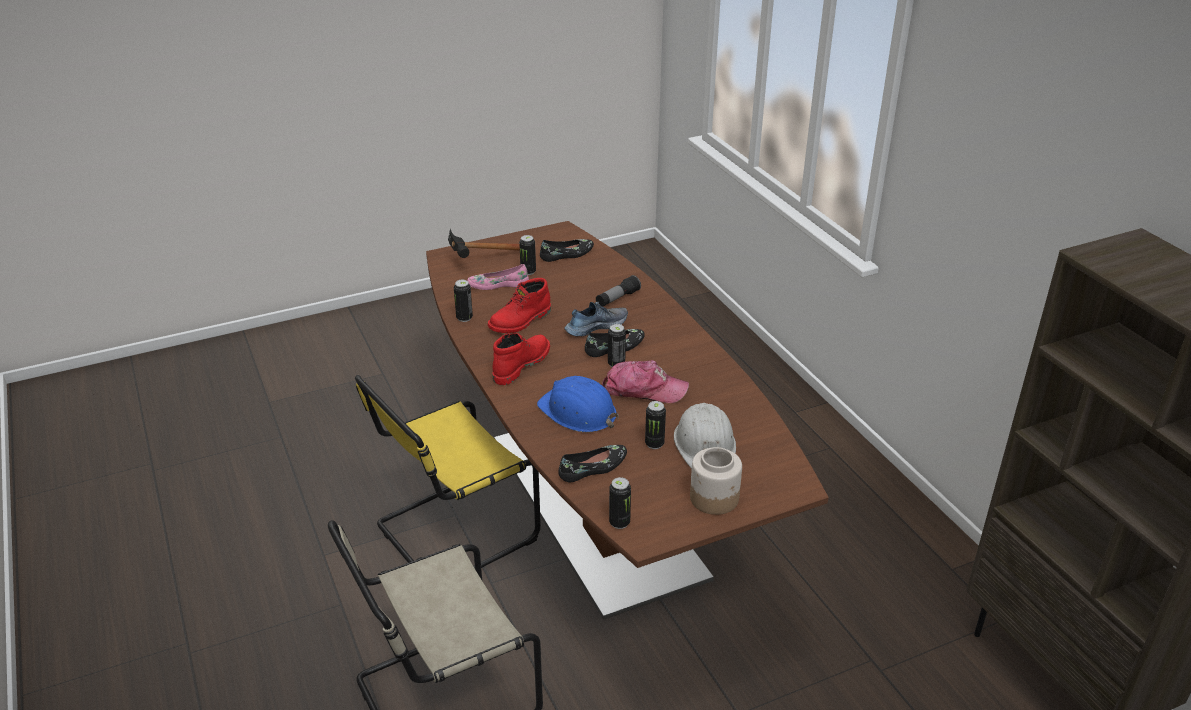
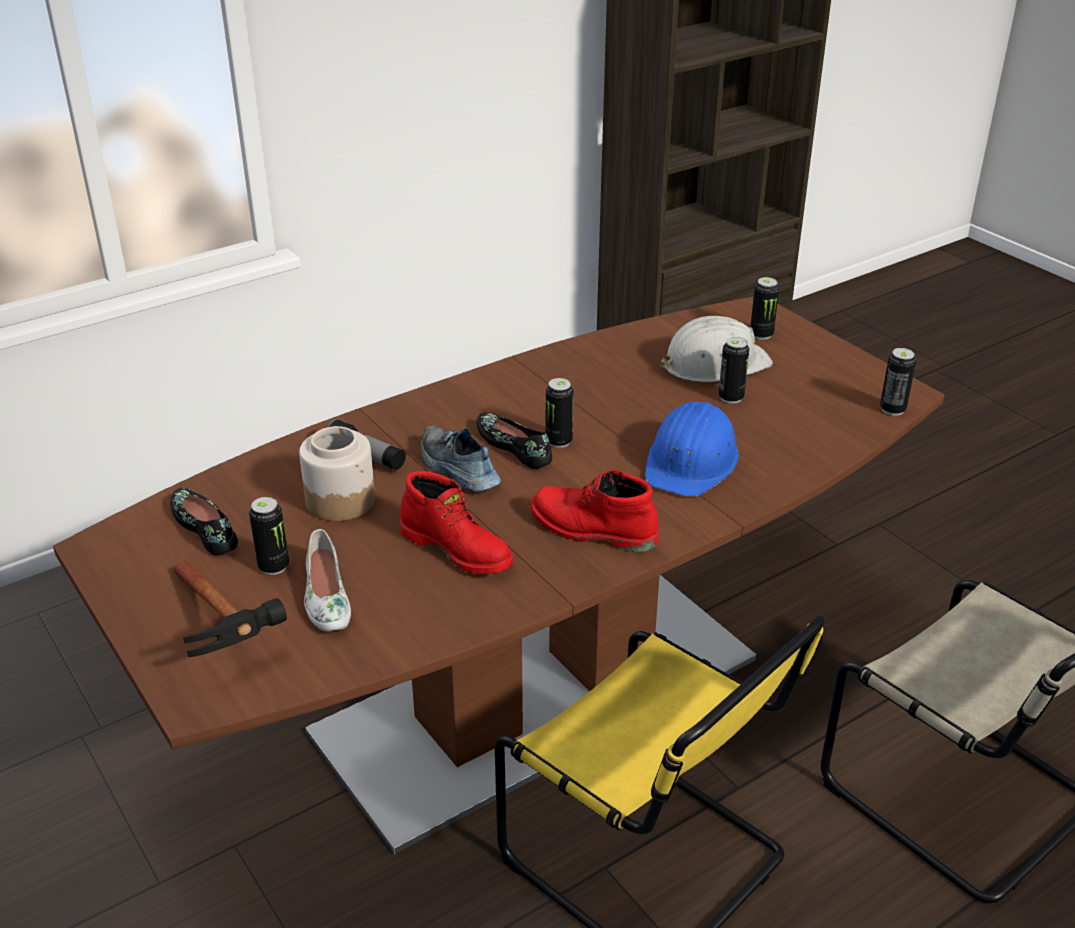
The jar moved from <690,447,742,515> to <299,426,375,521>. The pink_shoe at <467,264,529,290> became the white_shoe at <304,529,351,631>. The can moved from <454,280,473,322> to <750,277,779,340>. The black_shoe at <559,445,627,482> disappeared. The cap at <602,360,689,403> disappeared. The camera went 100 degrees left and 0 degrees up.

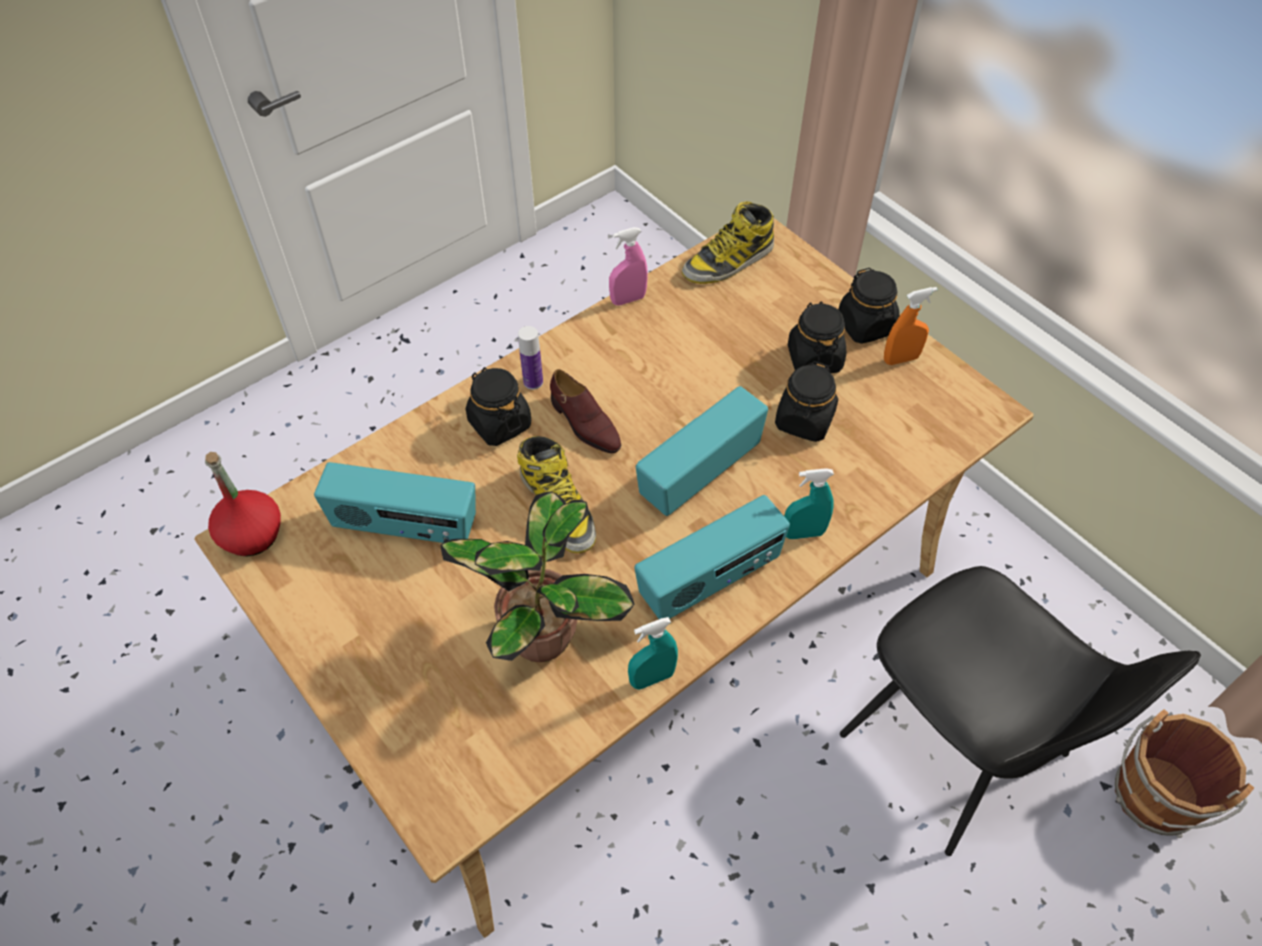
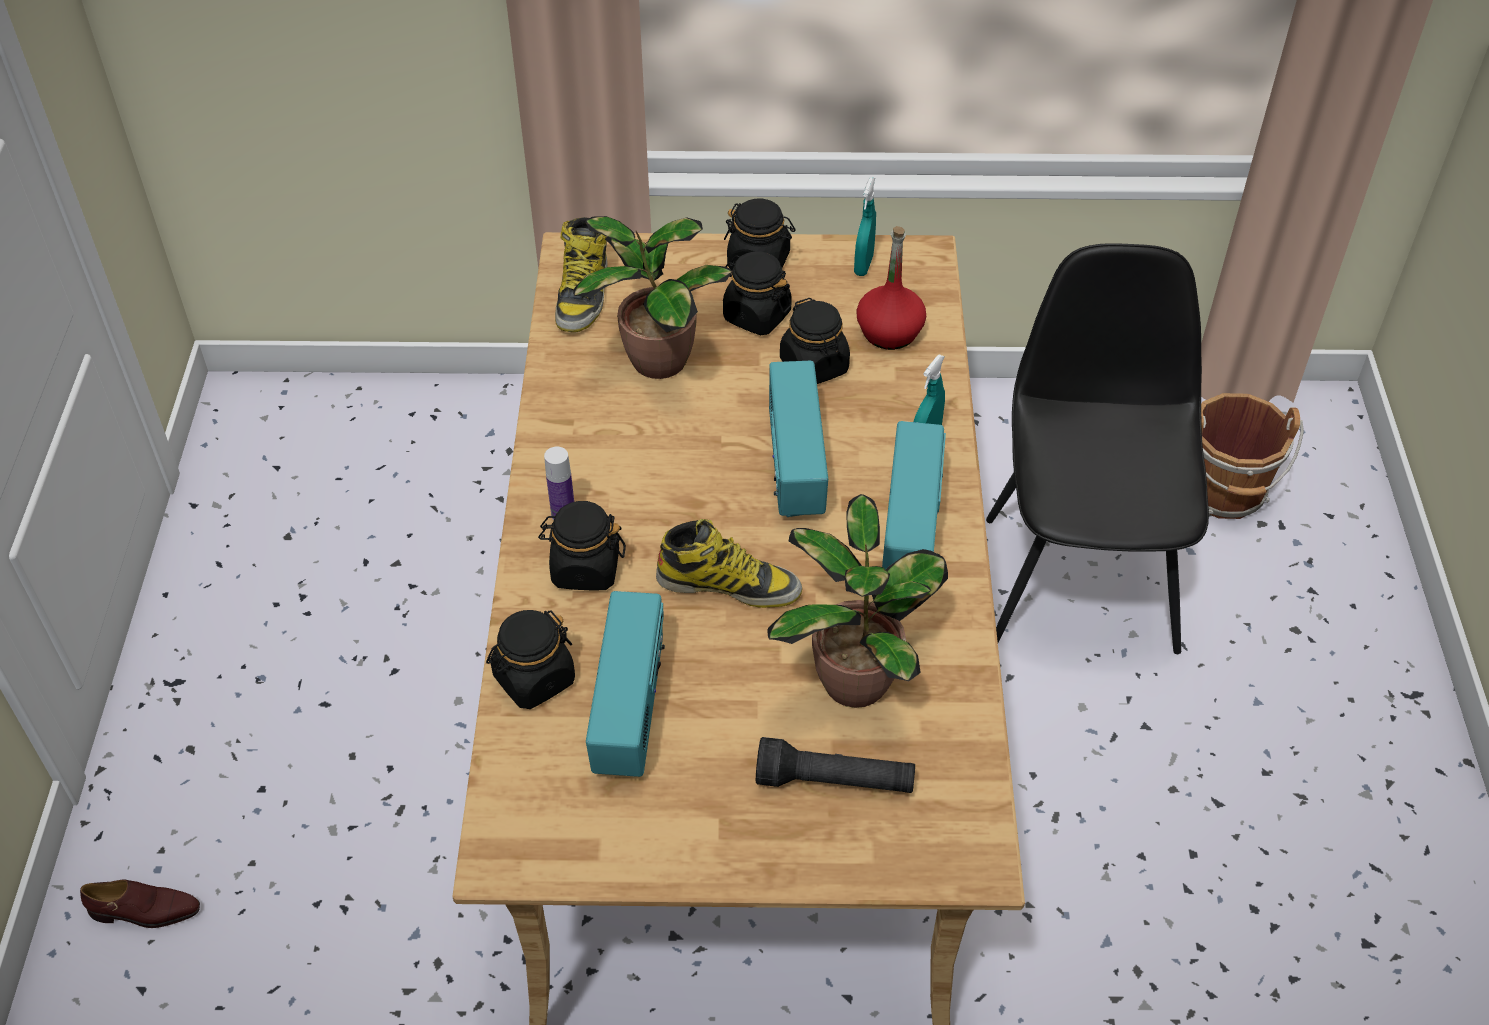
The brown_shoe moved from <550,369,621,453> to <80,880,200,928>. The black_jar at <486,610,575,709> appeared. The potted_plant at <573,216,733,379> appeared. The radio at <314,462,476,543> turned 45 degrees counterclockwise. The black_flashlight at <756,737,915,793> appeared. The turquoise_spray_bottle moved from <628,617,678,690> to <854,177,876,276>. The red_bottle moved from <205,452,281,556> to <856,226,926,350>. The black_chair at <840,566,1201,856> turned 90 degrees counterclockwise. The pink_spray_bottle at <609,227,648,306> disappeared. The orange_spray_bottle at <884,287,938,365> disappeared. The camera went 50 degrees left and 5 degrees down.

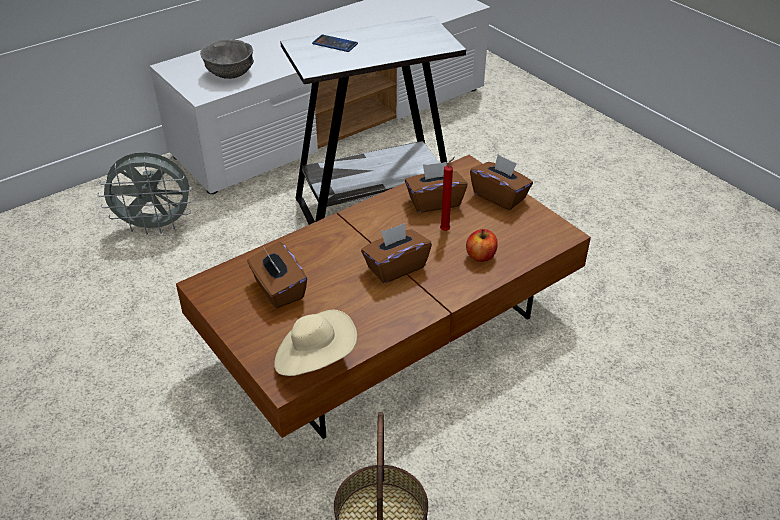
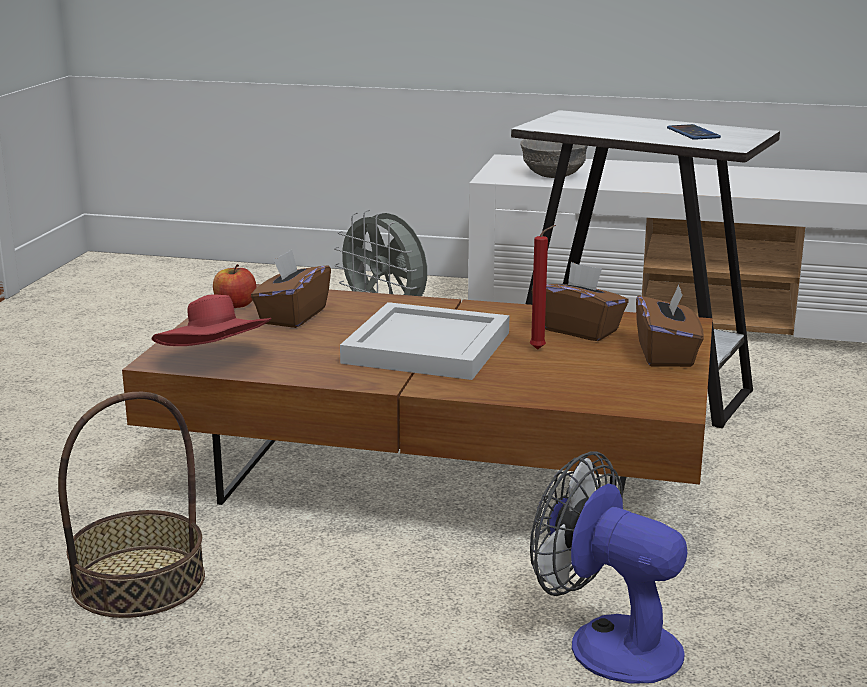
The beige_hat at <274,310,357,376> became the red_hat at <152,294,271,346>. The apple moved from <466,229,498,262> to <213,264,256,308>. The brown_tissue_box at <361,223,432,283> was replaced by the white_tray at <340,302,509,380>. The fan at <530,451,687,684> appeared. The phone moved from <312,34,358,52> to <667,124,721,140>. The camera went 50 degrees right and 20 degrees down.

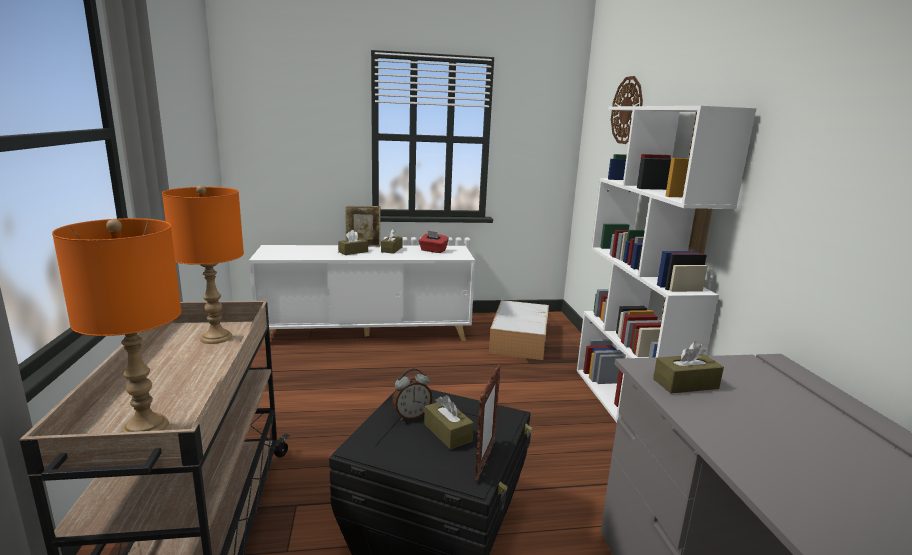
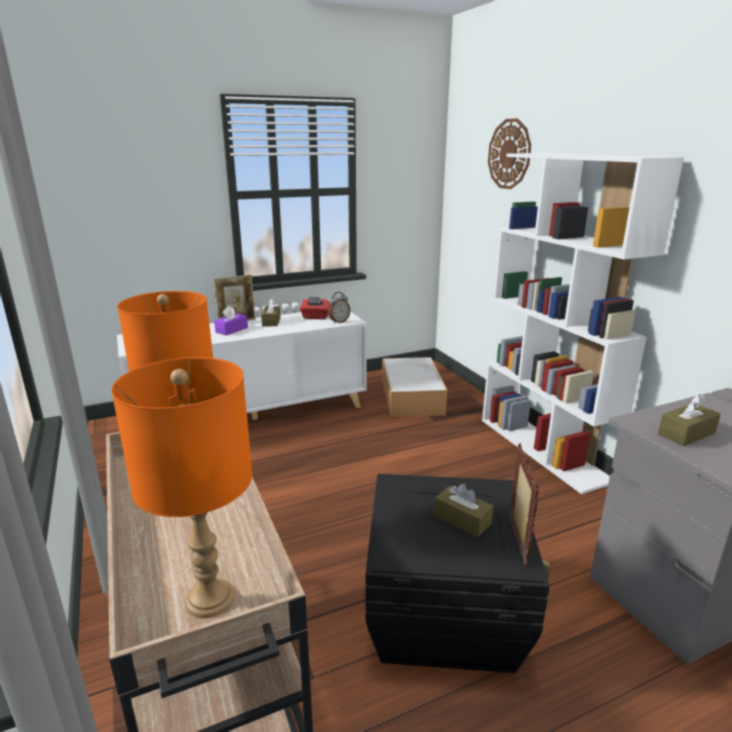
The brown_tissue_box at <338,230,368,255> became the purple_tissue_box at <214,306,248,335>. The alarm_clock moved from <392,368,433,420> to <328,292,350,324>. The camera went 15 degrees left and 5 degrees up.

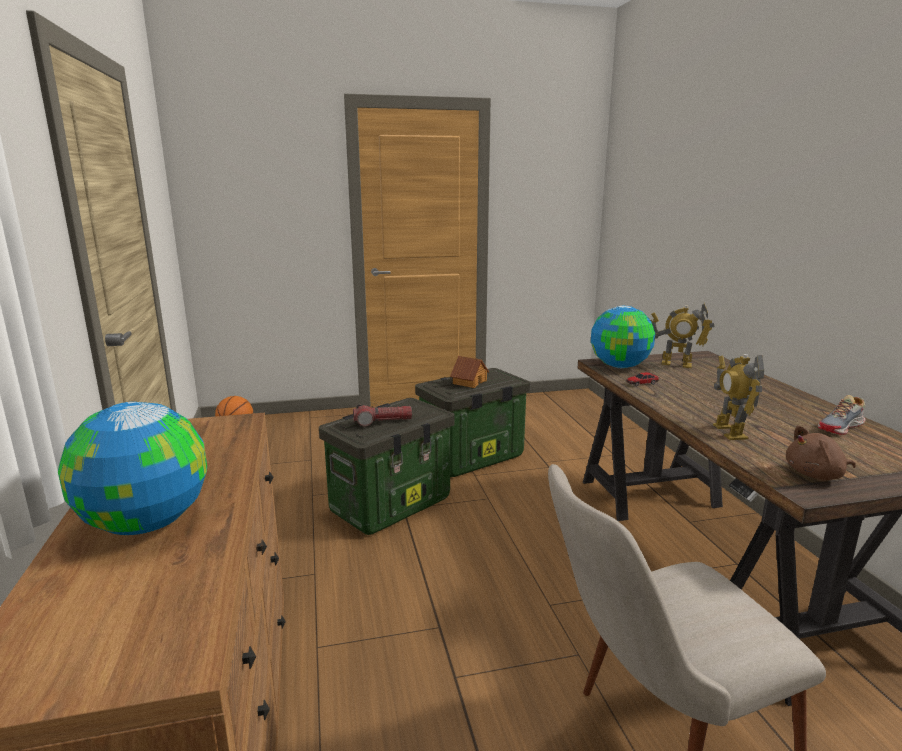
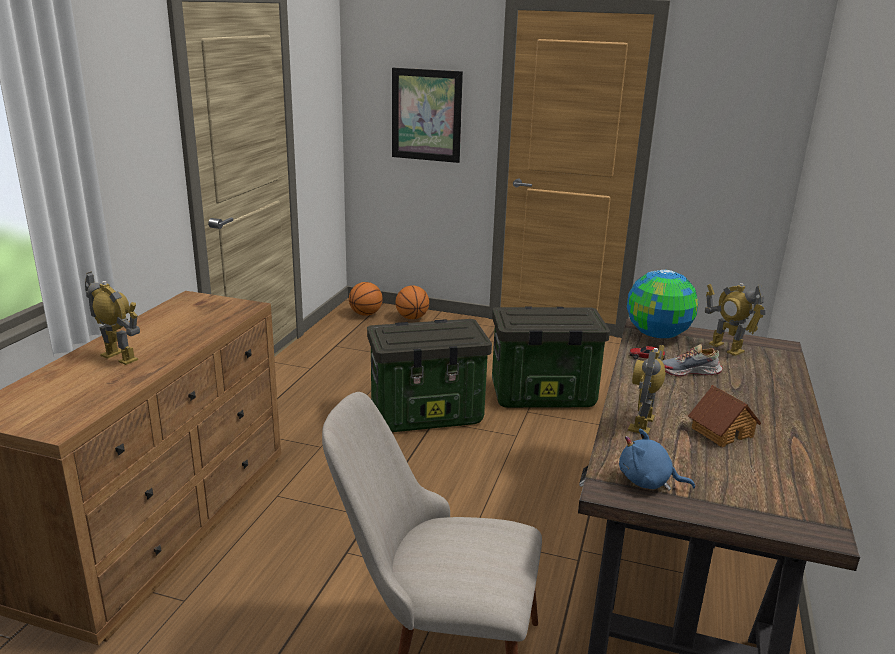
The globe at <58,402,207,535> was replaced by the toy_robot at <85,271,140,365>. The picture at <392,68,463,163> appeared. The basketball at <395,285,429,319> appeared. The brown_plush_toy at <786,426,856,480> became the blue_plush_toy at <619,429,695,491>. The shoe moved from <818,395,866,435> to <662,344,723,376>. The toy_house moved from <450,356,489,388> to <688,385,761,447>. The flashlight at <353,404,412,426> disappeared. The camera went 30 degrees right and 5 degrees up.

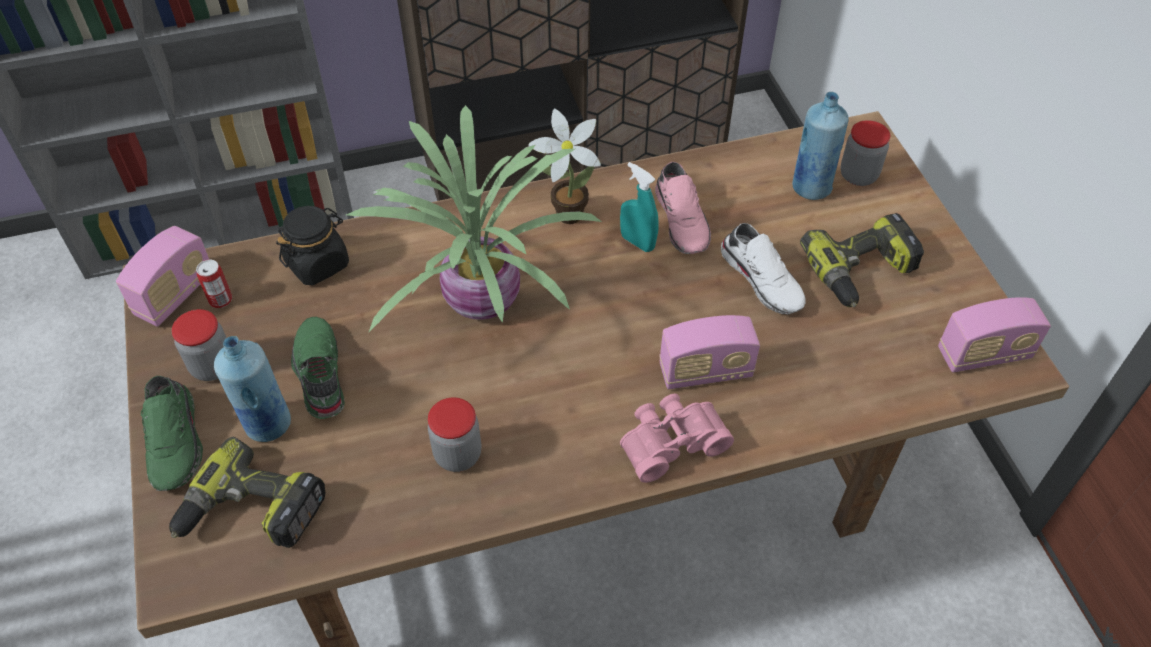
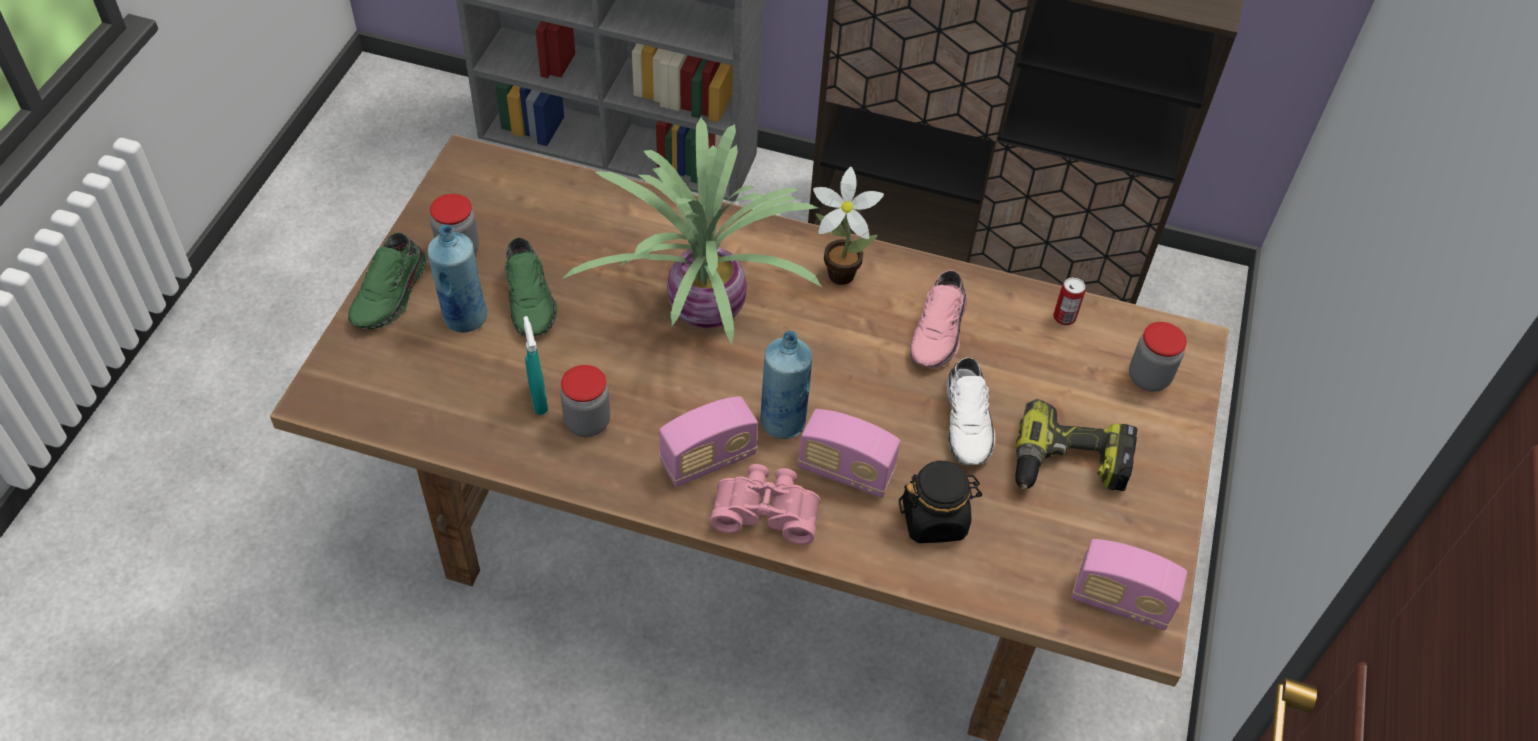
The green_shoe at <291,317,345,419> turned 150 degrees clockwise. The turquoise_spray_bottle moved from <620,162,659,252> to <523,316,548,415>. The radio moved from <116,226,210,327> to <659,396,758,487>. The blue_bottle moved from <792,92,849,200> to <761,331,812,439>. The black_jar moved from <276,206,349,285> to <899,461,982,543>. The can moved from <196,259,232,308> to <1053,277,1085,325>. The power_drill at <169,437,325,548> disappeared. The camera went 30 degrees right and 0 degrees up.

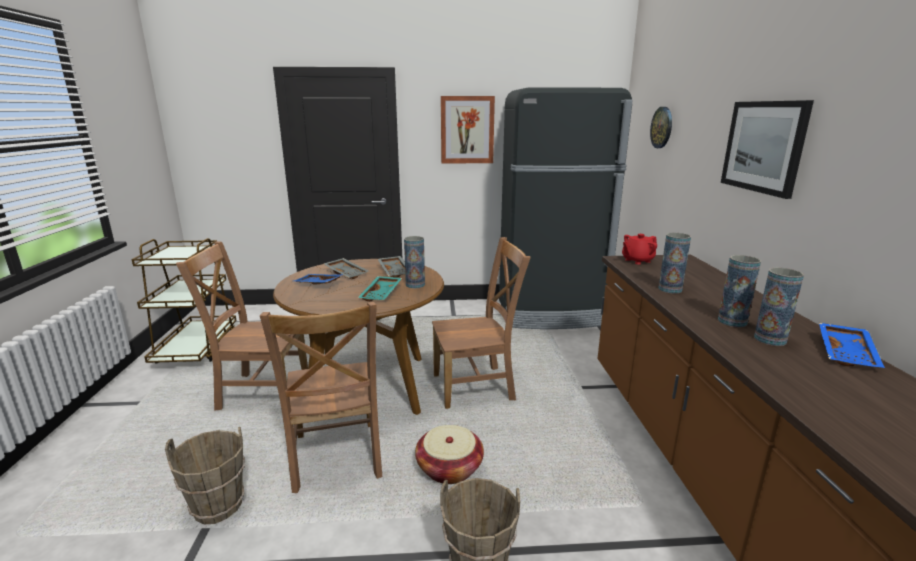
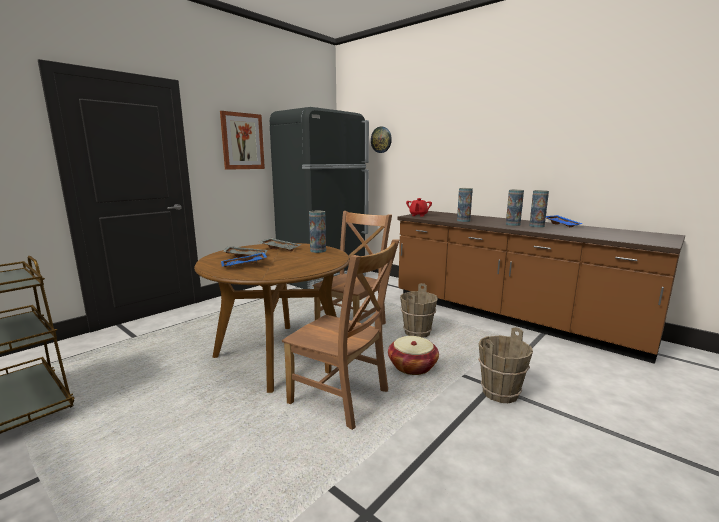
The brown_bucket moved from <165,427,245,525> to <400,283,438,338>. The brown_chair at <176,241,308,411> disappeared. The turquoise_tray at <358,276,402,301> disappeared. The picture at <721,100,814,199> disappeared. The camera went 45 degrees left and 5 degrees down.

